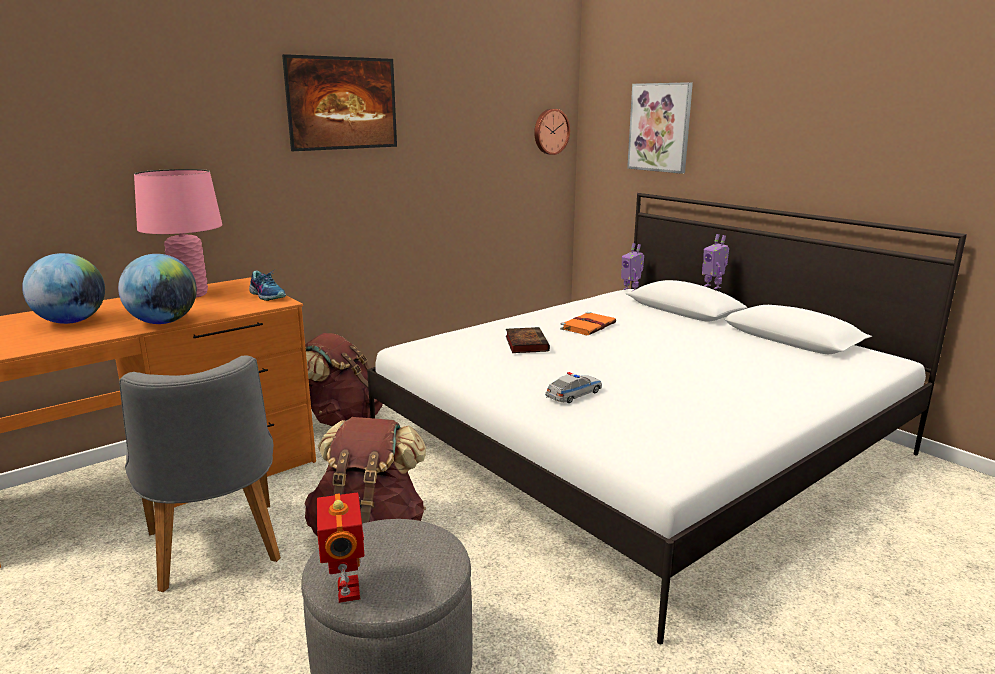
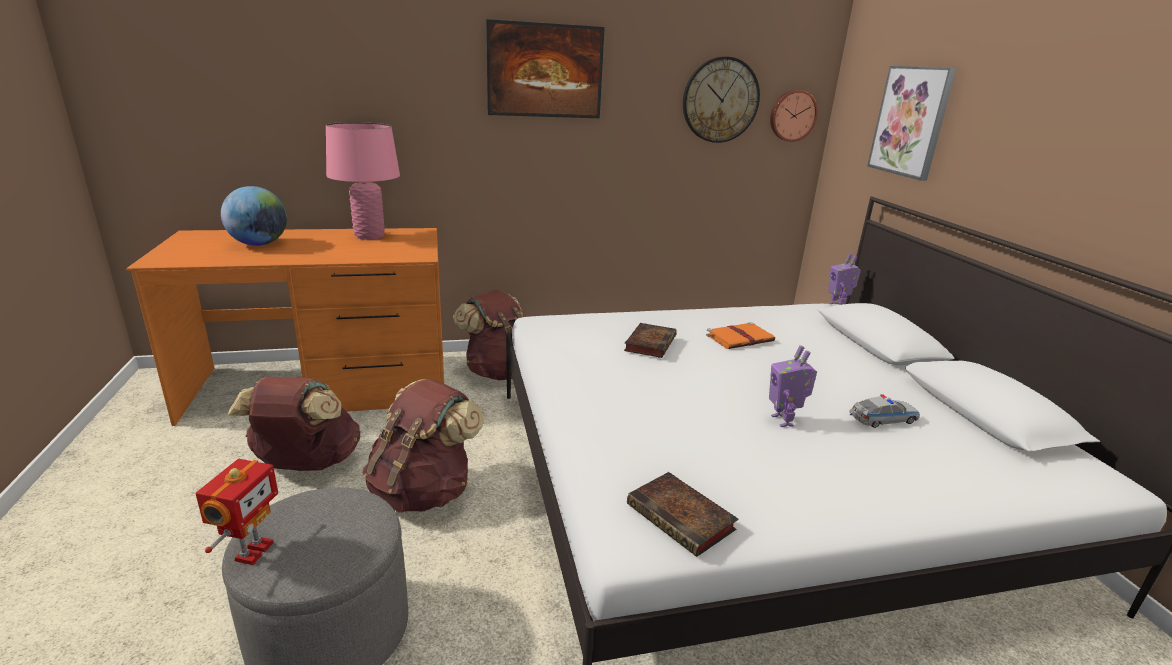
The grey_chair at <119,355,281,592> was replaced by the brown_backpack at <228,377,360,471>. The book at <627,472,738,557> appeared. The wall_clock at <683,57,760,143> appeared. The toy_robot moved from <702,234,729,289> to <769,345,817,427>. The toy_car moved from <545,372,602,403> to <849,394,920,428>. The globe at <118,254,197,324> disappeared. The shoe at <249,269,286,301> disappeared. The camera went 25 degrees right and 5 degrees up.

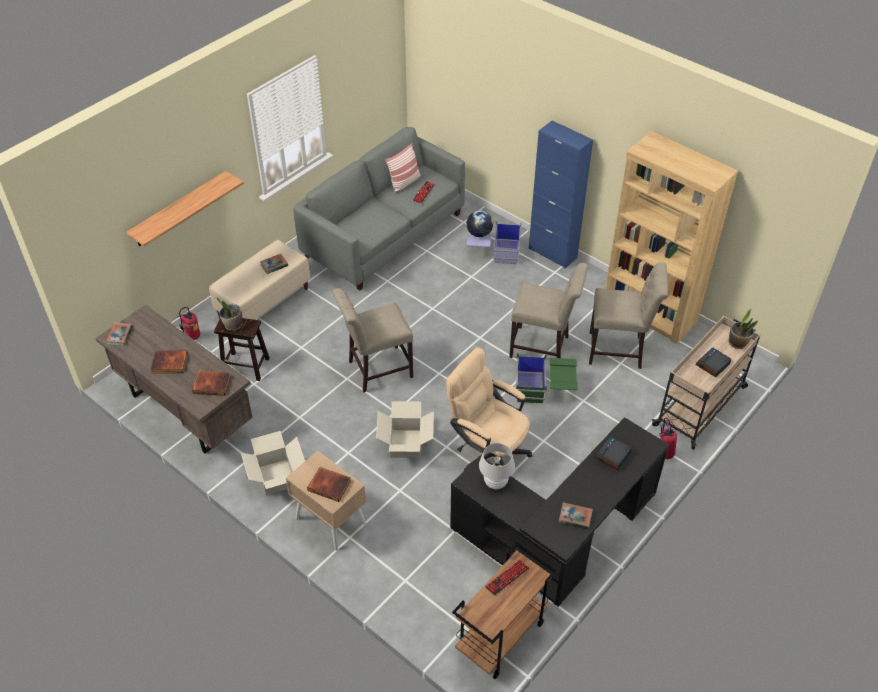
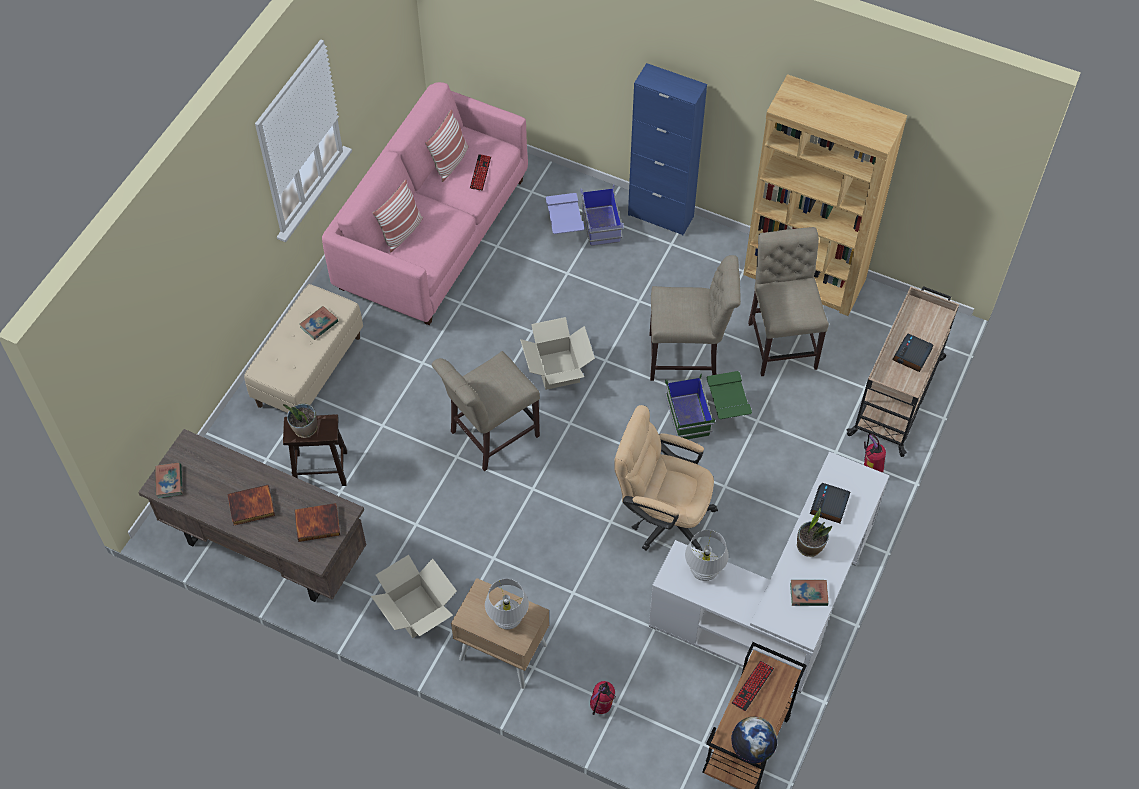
The grey_sofa at <293,127,465,290> became the pink_sofa at <322,82,528,325>. The pillow at <373,180,423,253> appeared. The book at <307,467,351,502> was replaced by the white_table_lamp at <485,579,529,630>. The cardboard_box moved from <376,401,434,458> to <520,317,595,390>. The fire_extinguisher moved from <176,307,200,340> to <590,681,616,715>. The black_desk at <450,417,669,607> became the white_desk at <649,452,889,693>. The globe moved from <467,211,493,237> to <731,717,778,763>. The beige_chair at <589,262,668,369> turned 90 degrees counterclockwise. The potted_plant moved from <728,308,758,349> to <797,508,832,557>. The shelf at <126,171,244,247> disappeared. The camera went 15 degrees left and 10 degrees up.

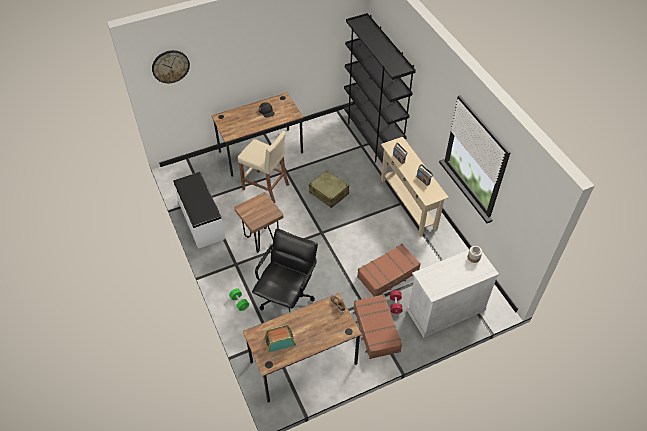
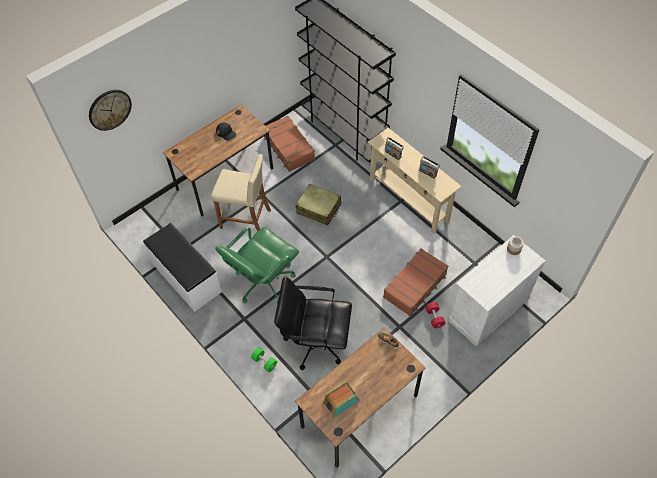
The brown_stool at <234,192,283,252> was replaced by the green_office_chair at <215,227,299,304>. The brown_suitcase moved from <353,294,402,359> to <264,116,315,172>. The black_office_chair at <252,229,318,313> turned 90 degrees counterclockwise. The camera went 15 degrees left and 5 degrees up.

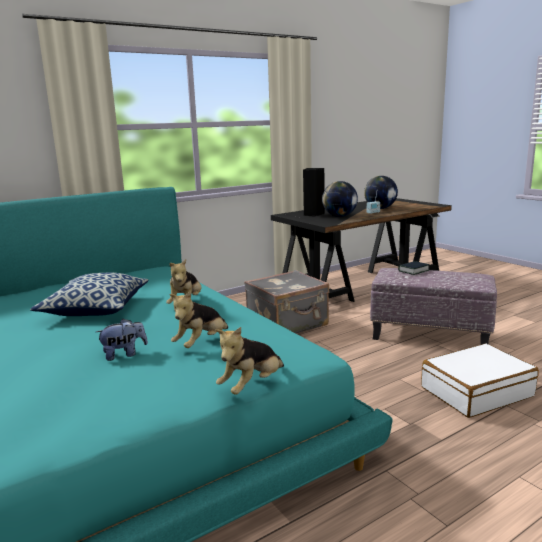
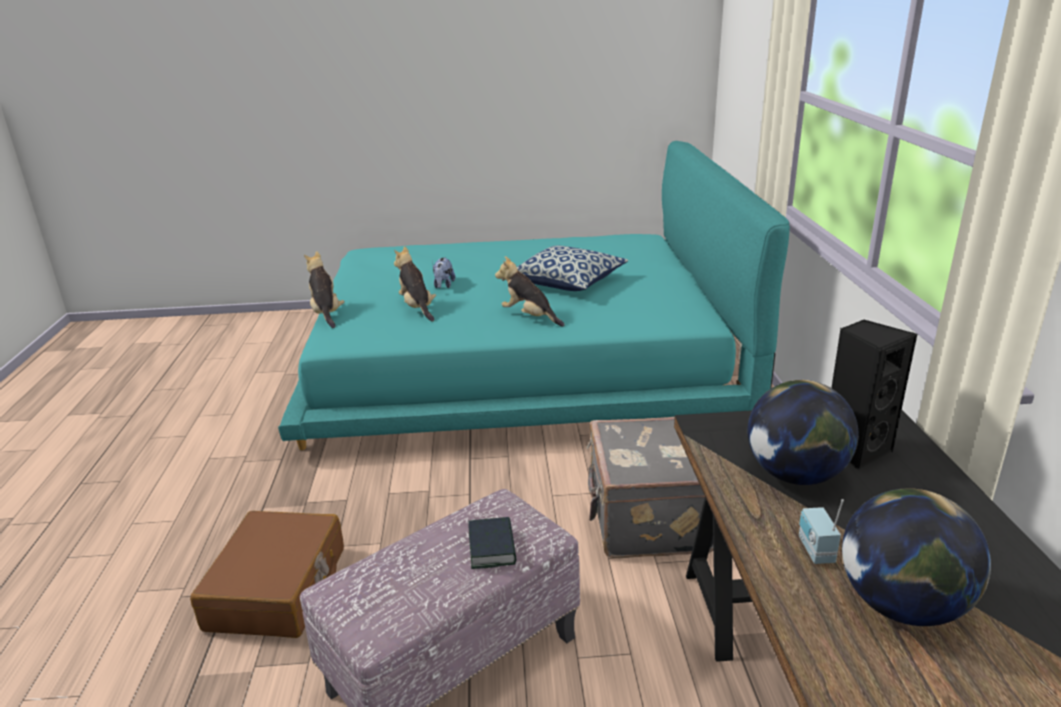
The white_suitcase at <421,344,539,418> became the brown_suitcase at <190,511,344,638>. The camera went 120 degrees right and 10 degrees up.

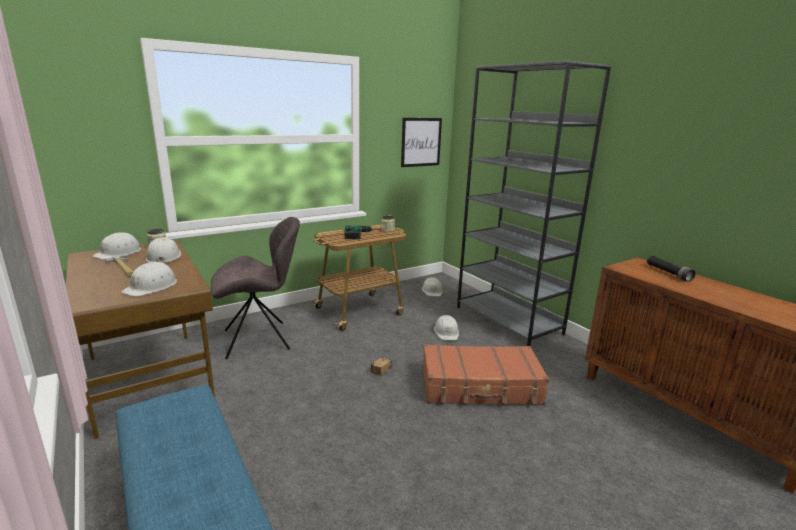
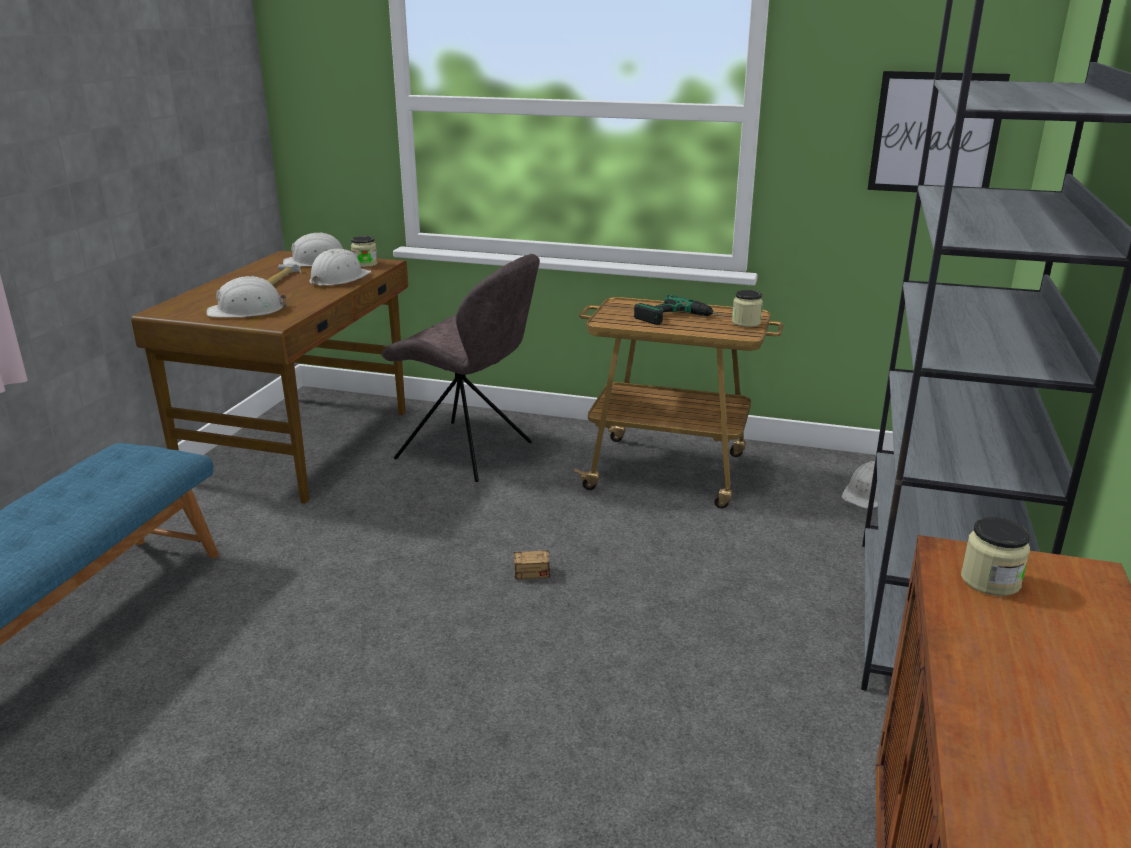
The jar at <961,517,1030,596> appeared. The brown_suitcase at <422,344,549,405> disappeared. The white_hard_hat at <434,315,459,340> disappeared. The black_flashlight at <647,256,696,282> disappeared. The camera went 50 degrees right and 5 degrees up.

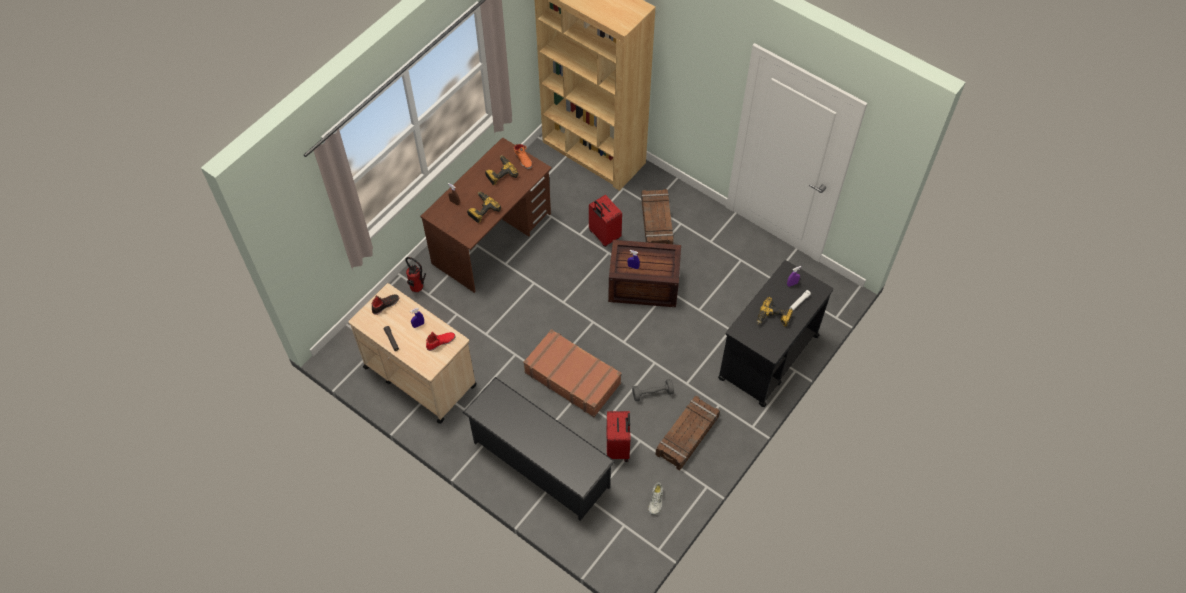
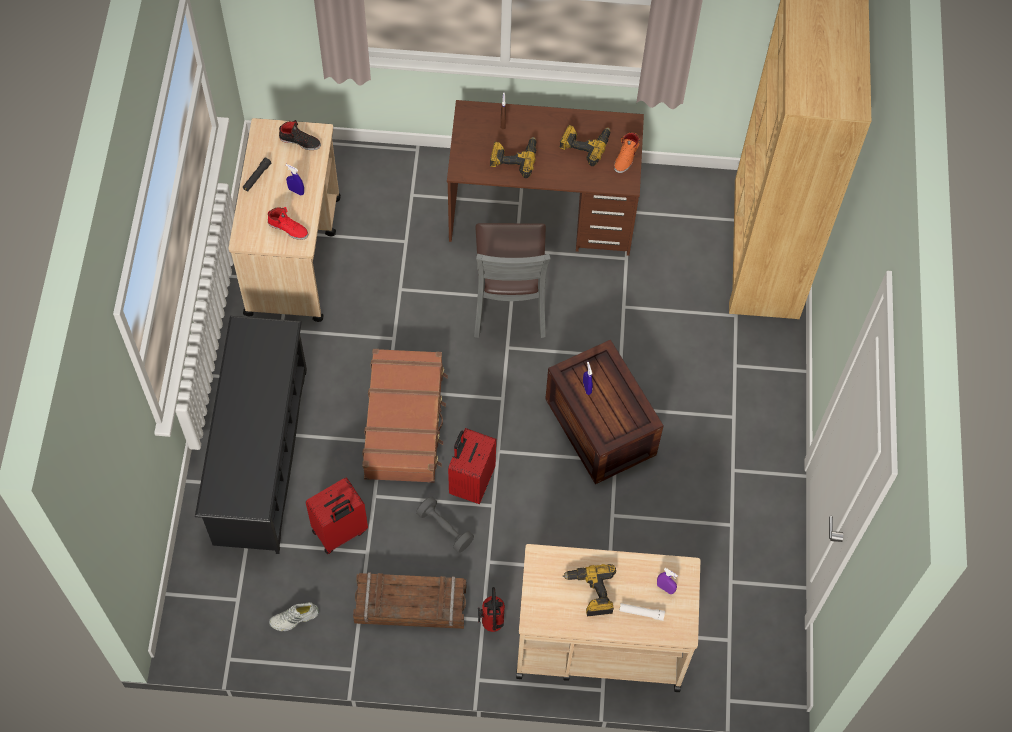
The red_suitcase moved from <589,195,622,247> to <448,428,496,504>. The grey_chair at <474,223,551,338> appeared. The fire_extinguisher moved from <406,257,426,292> to <478,587,505,632>. The black_cart at <718,260,833,407> became the beige_cart at <516,544,700,692>. The crate at <641,189,674,244> disappeared. The camera went 55 degrees right and 5 degrees up.

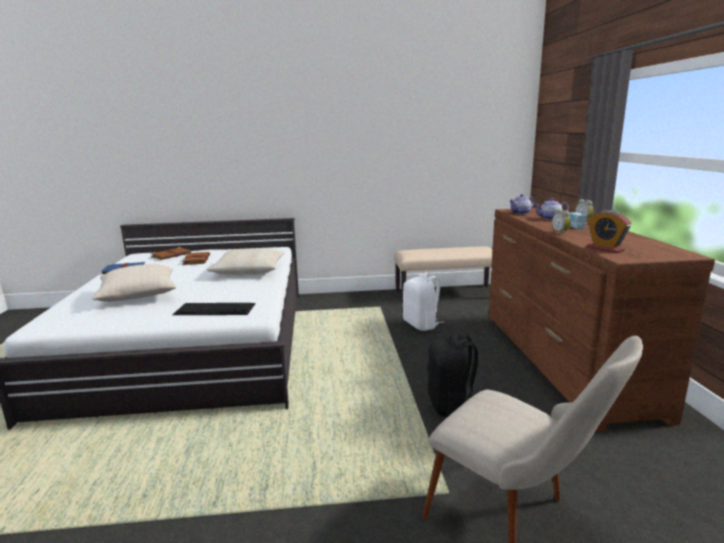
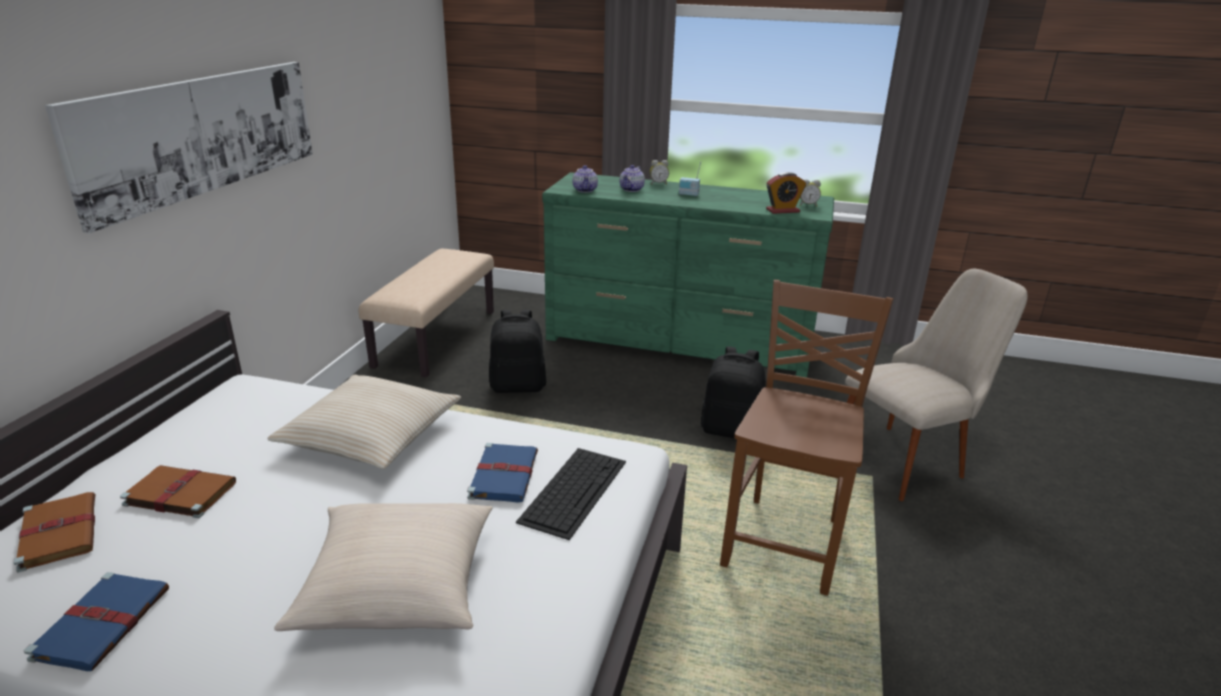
The picture at <45,62,313,234> appeared. The blue_book at <467,443,538,503> appeared. The white_backpack at <403,272,444,331> became the black_backpack at <489,310,546,393>. The brown_dresser at <489,208,715,432> became the green_dresser at <542,172,834,378>. The brown_chair at <720,280,893,596> appeared. The alarm_clock moved from <552,209,571,235> to <800,180,821,207>. The camera went 70 degrees left and 10 degrees up.

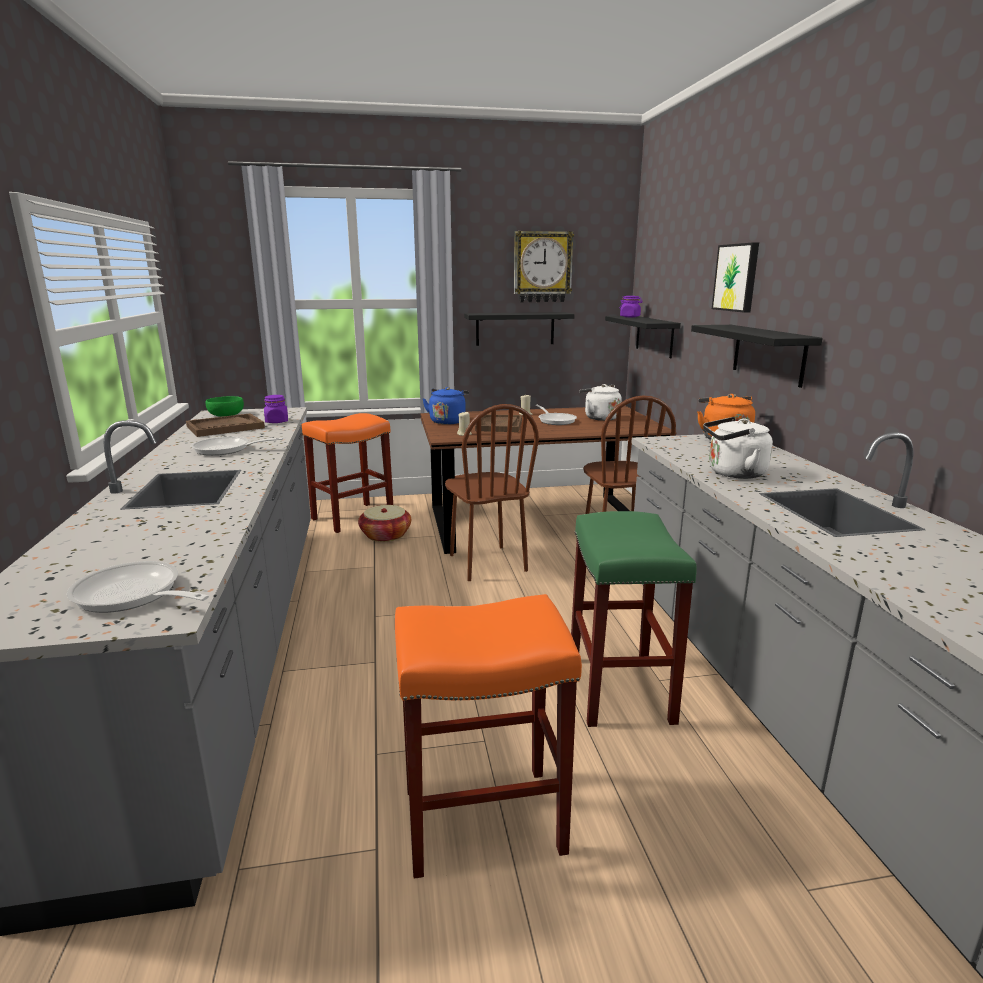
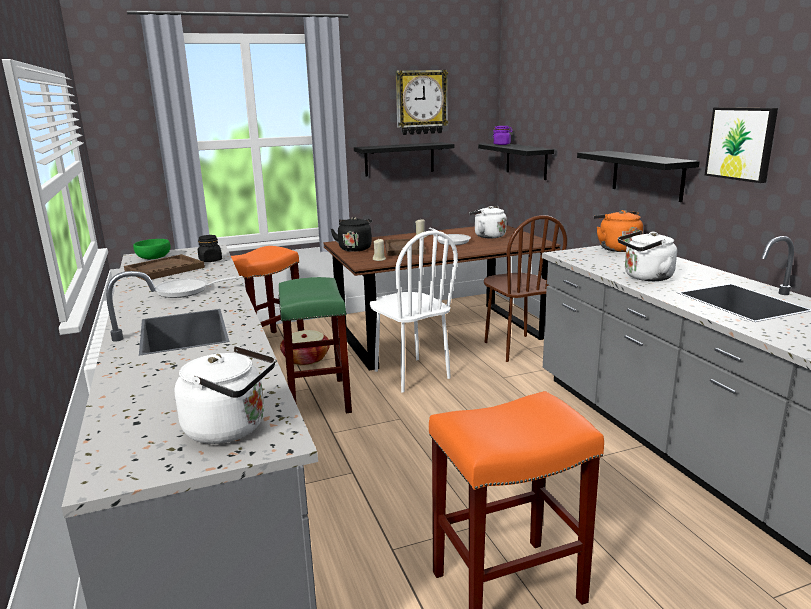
The frying_pan at <67,561,209,613> was replaced by the white_kettle at <175,346,275,444>. The purple_jar at <264,395,288,423> became the black_jar at <198,235,222,262>. The green_stool moved from <571,511,697,727> to <278,277,352,413>. The blue_kettle at <422,387,469,425> became the black_kettle at <331,217,372,252>. The brown_chair at <445,404,539,581> became the white_chair at <370,230,458,393>. The picture moved from <712,242,759,313> to <705,107,778,183>. The camera went 10 degrees left and 0 degrees up.

